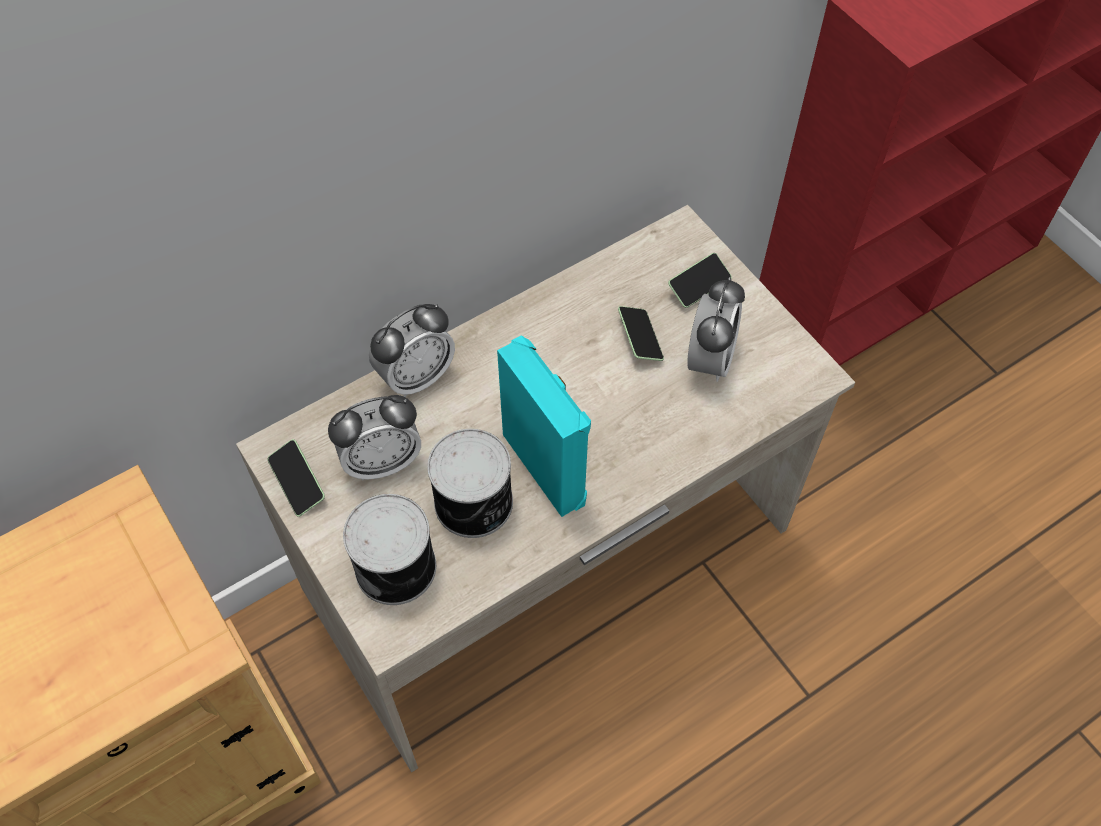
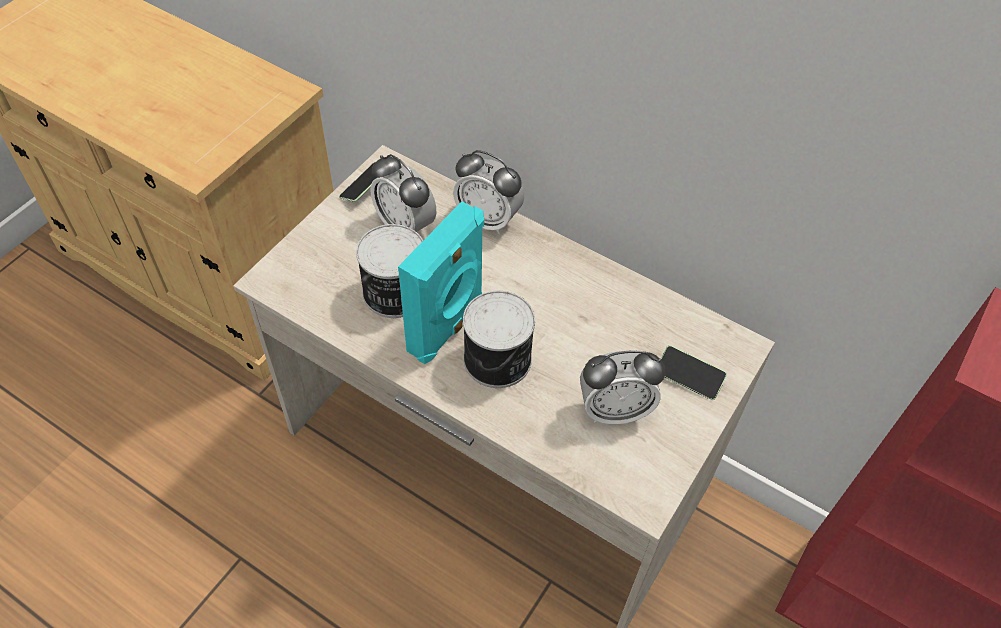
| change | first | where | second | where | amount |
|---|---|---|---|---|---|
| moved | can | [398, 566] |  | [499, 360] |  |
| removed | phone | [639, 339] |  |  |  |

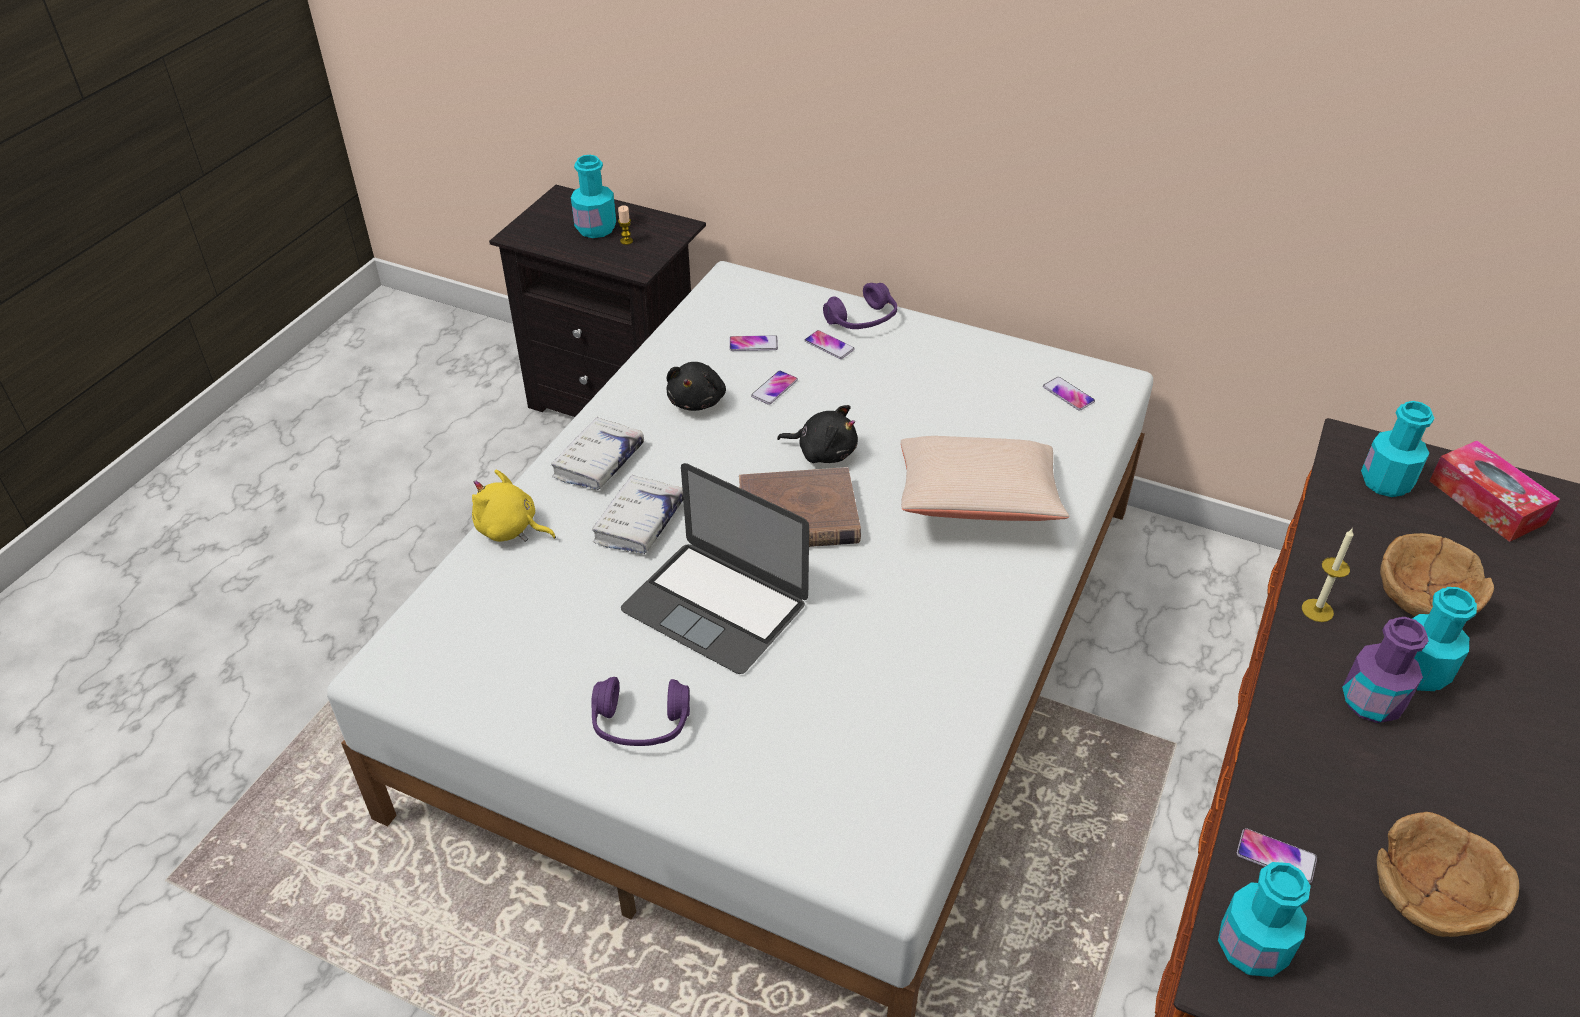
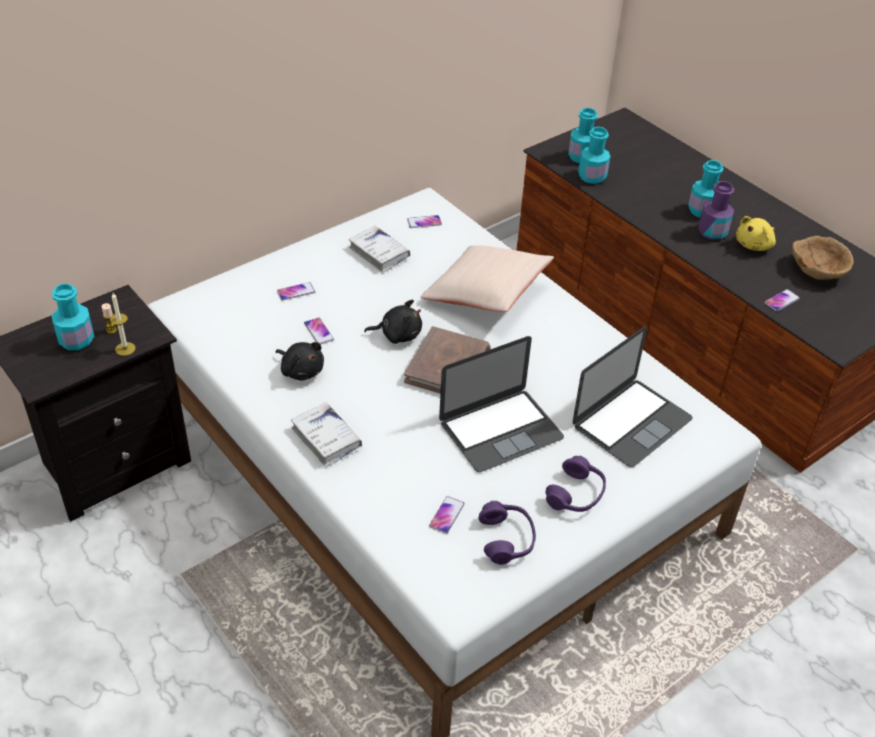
| change | first | where | second | where | amount |
|---|---|---|---|---|---|
| moved | plush toy in yellow | [510, 529] |  | [754, 245] |  |
| moved | book in white | [639, 523] |  | [379, 253] |  |
| moved | phone | [753, 344] |  | [446, 515] |  |
| turned | plush toy in black | [823, 452] |  | [398, 334] | 45 degrees clockwise |
| moved | headphones in purple | [862, 320] |  | [506, 539] |  |
| moved | bottle in turquoise | [1252, 947] |  | [592, 176] |  |
| moved | candle | [1317, 610] |  | [125, 349] |  |
| removed | bowl in brown | [1424, 597] |  |  |  |
| removed | tissue box | [1486, 502] |  |  |  |
| added |  |  | laptop | [631, 422] |  |

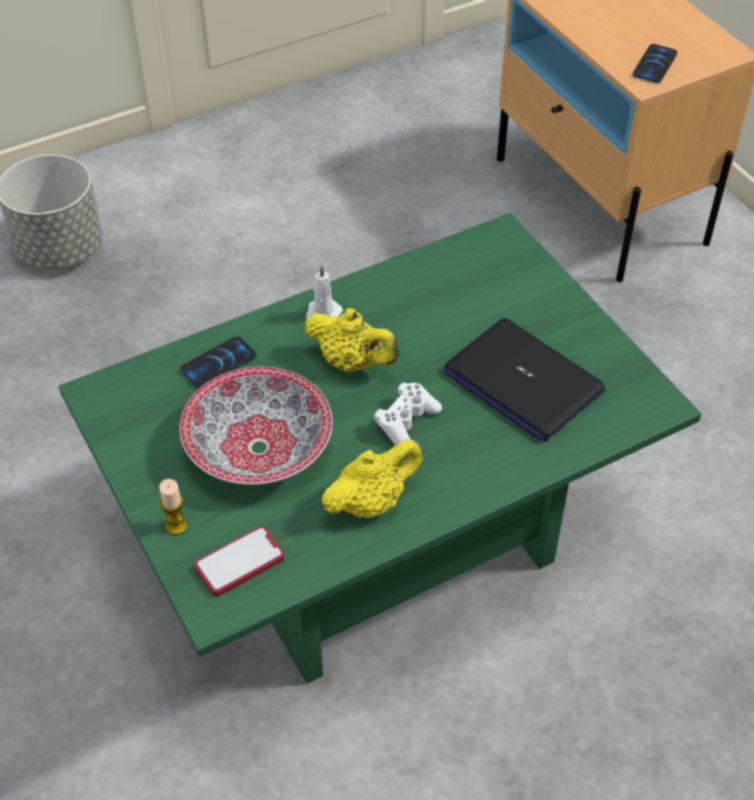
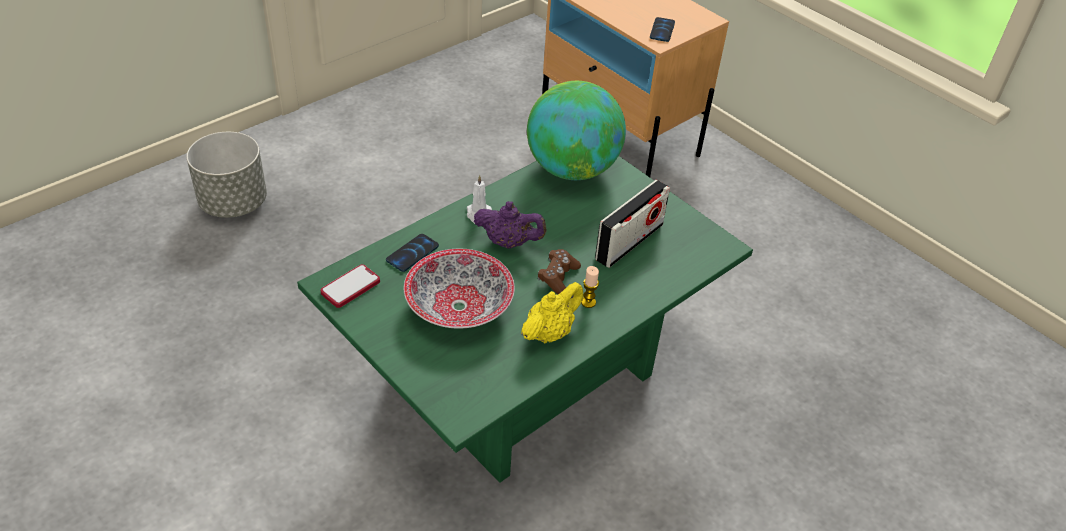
| change | first | where | second | where | amount |
|---|---|---|---|---|---|
| moved | candle | [176, 526] |  | [588, 302] |  |
| moved | phone | [240, 562] |  | [350, 287] |  |
| recoloured | teapot in yellow | [353, 362] | teapot in purple | [509, 242] |  |
| recoloured | game controller in white | [406, 422] | game controller in brown | [558, 277] |  |
| replaced | laptop | [522, 381] | radio | [629, 242] |  |
| added |  |  | globe | [572, 169] |  |

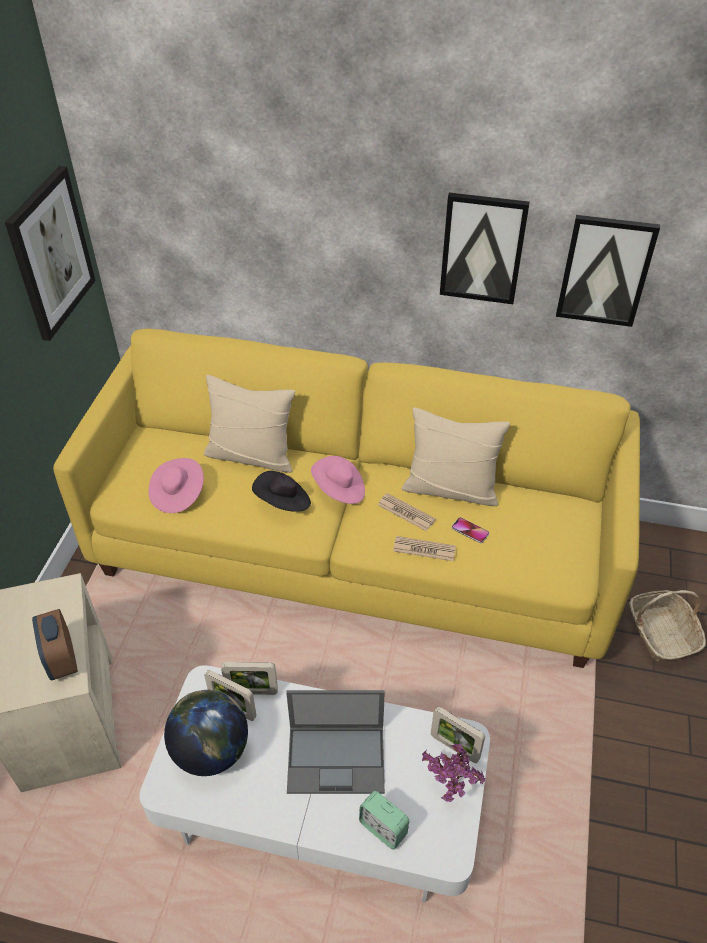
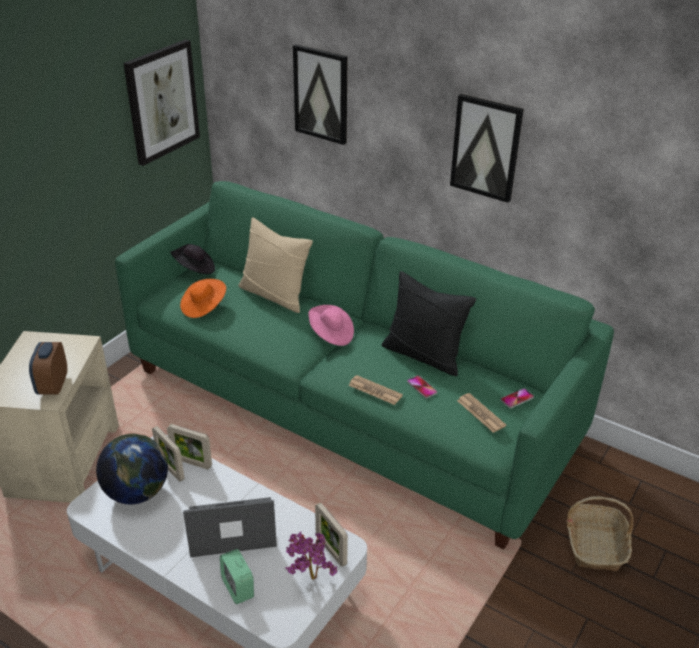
| change | first | where | second | where | amount |
|---|---|---|---|---|---|
| recoloured | sofa in yellow | [354, 548] | sofa in green | [349, 405] |  |
| recoloured | hat in pink | [178, 494] | hat in orange | [203, 307] |  |
| moved | hat in black | [283, 502] |  | [194, 269] |  |
| turned | laptop | [337, 758] |  | [230, 528] | 150 degrees clockwise |
| moved | newspaper | [406, 512] |  | [481, 413] |  |
| recoloured | pillow in beige | [451, 489] | pillow in black | [424, 355] |  |
| moved | picture | [605, 270] |  | [321, 94] |  |
| added |  |  | phone | [517, 399] |  |

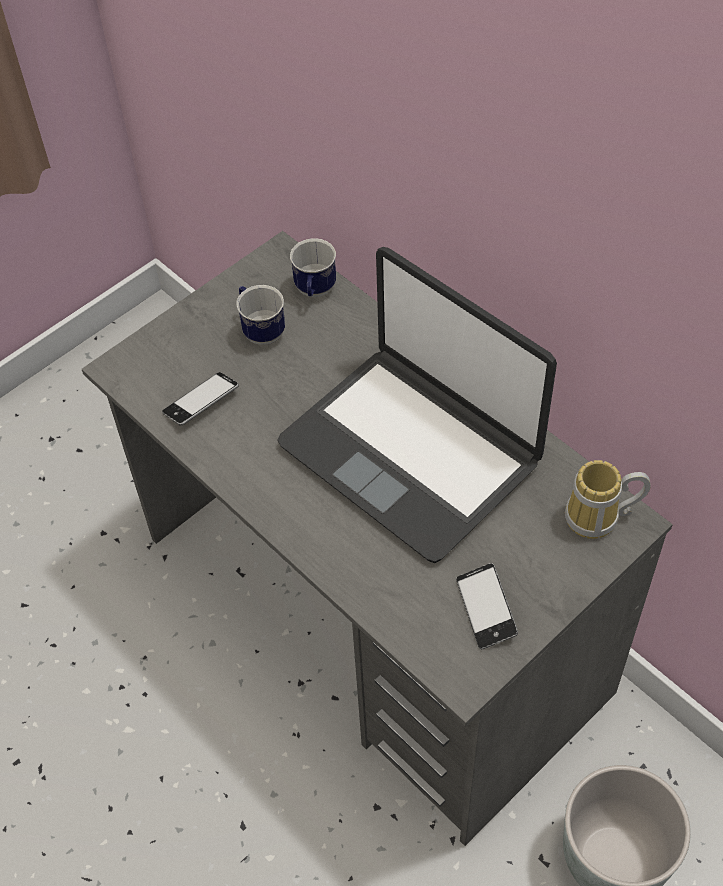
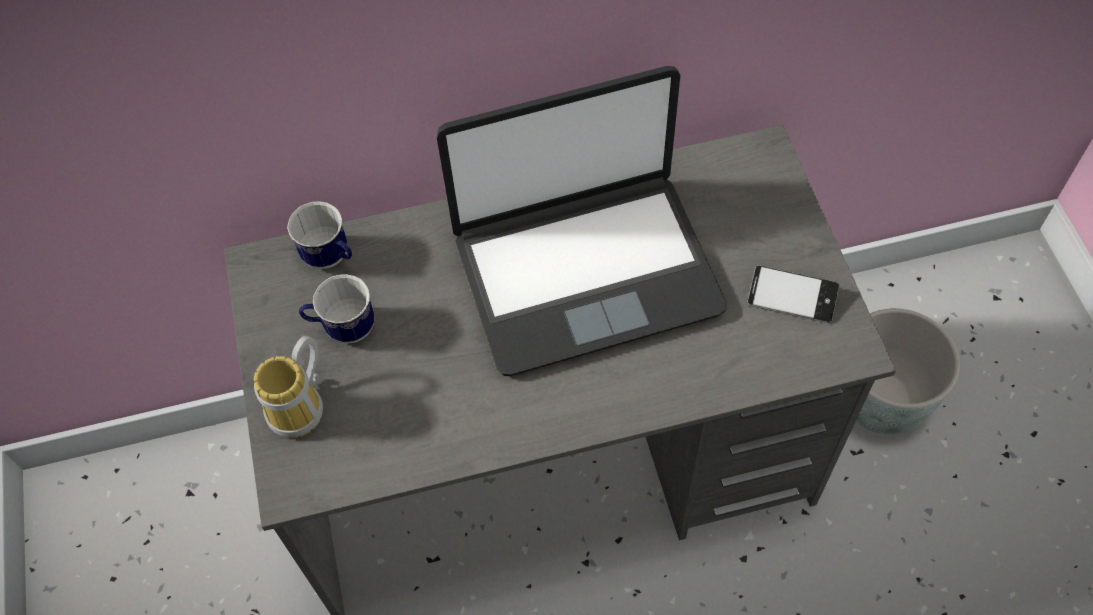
| change | first | where | second | where | amount |
|---|---|---|---|---|---|
| removed | phone | [201, 403] |  |  |  |
| moved | mug | [599, 520] |  | [303, 407] |  |

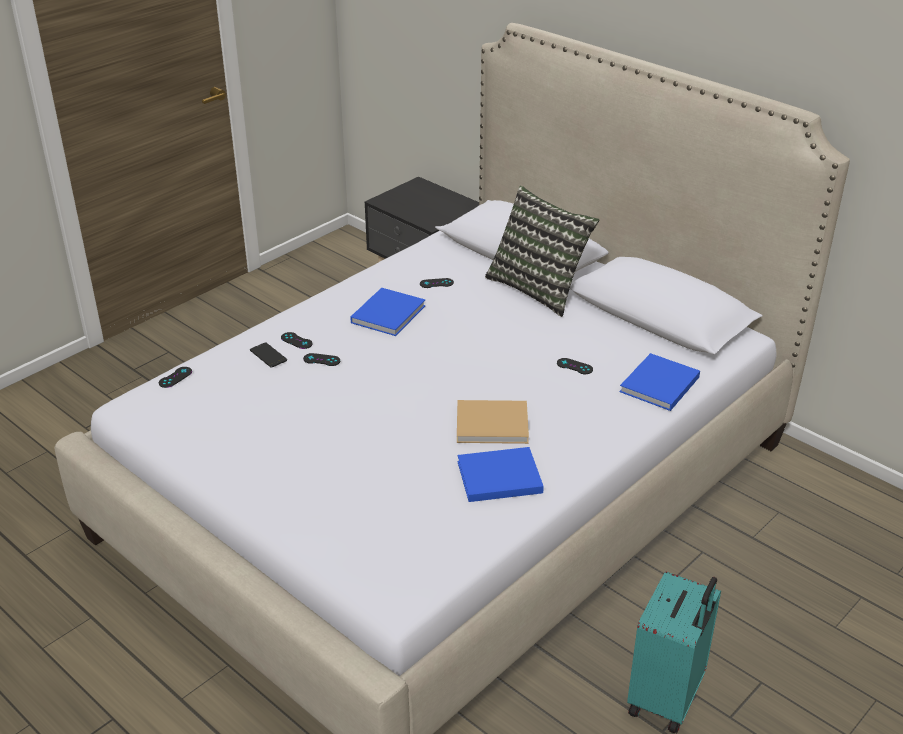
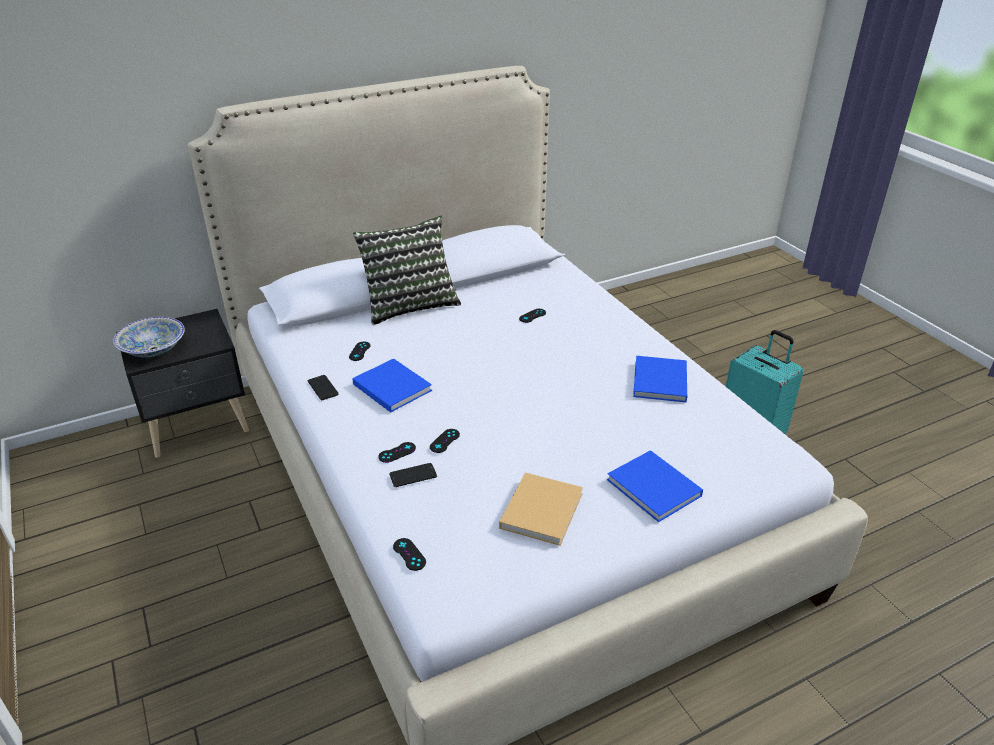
| change | first | where | second | where | amount |
|---|---|---|---|---|---|
| moved | book in beige | [494, 424] |  | [542, 509] |  |
| moved | book in blue | [658, 385] |  | [655, 489] |  |
| added |  |  | bowl | [153, 349] |  |
| added |  |  | phone | [323, 388] |  |

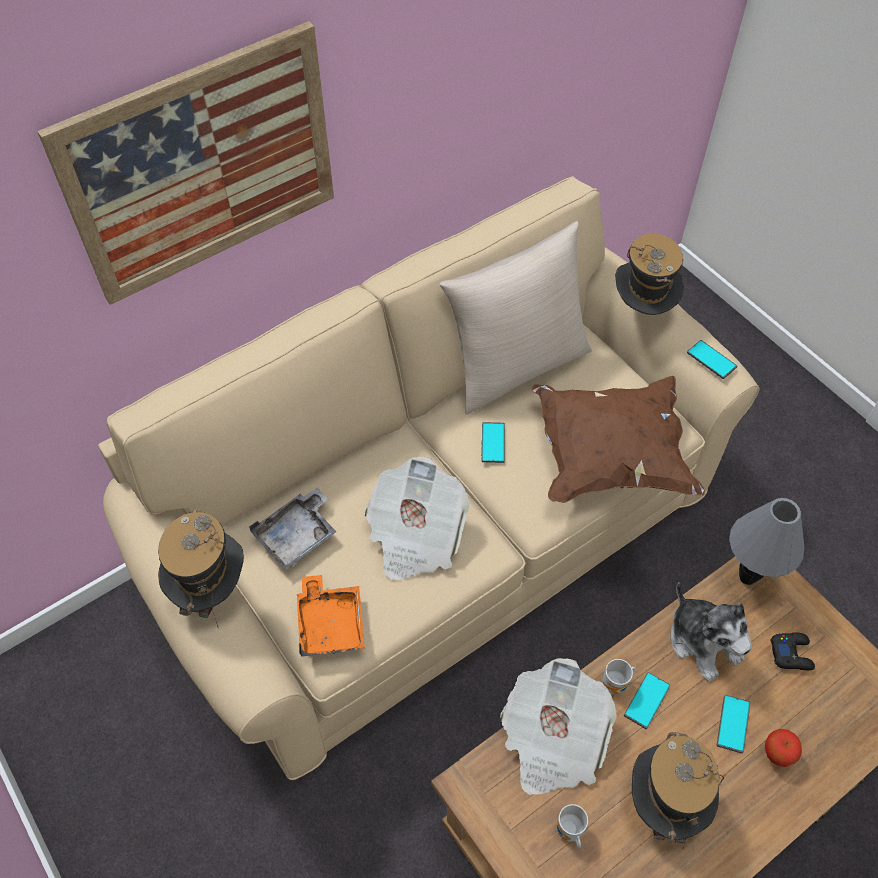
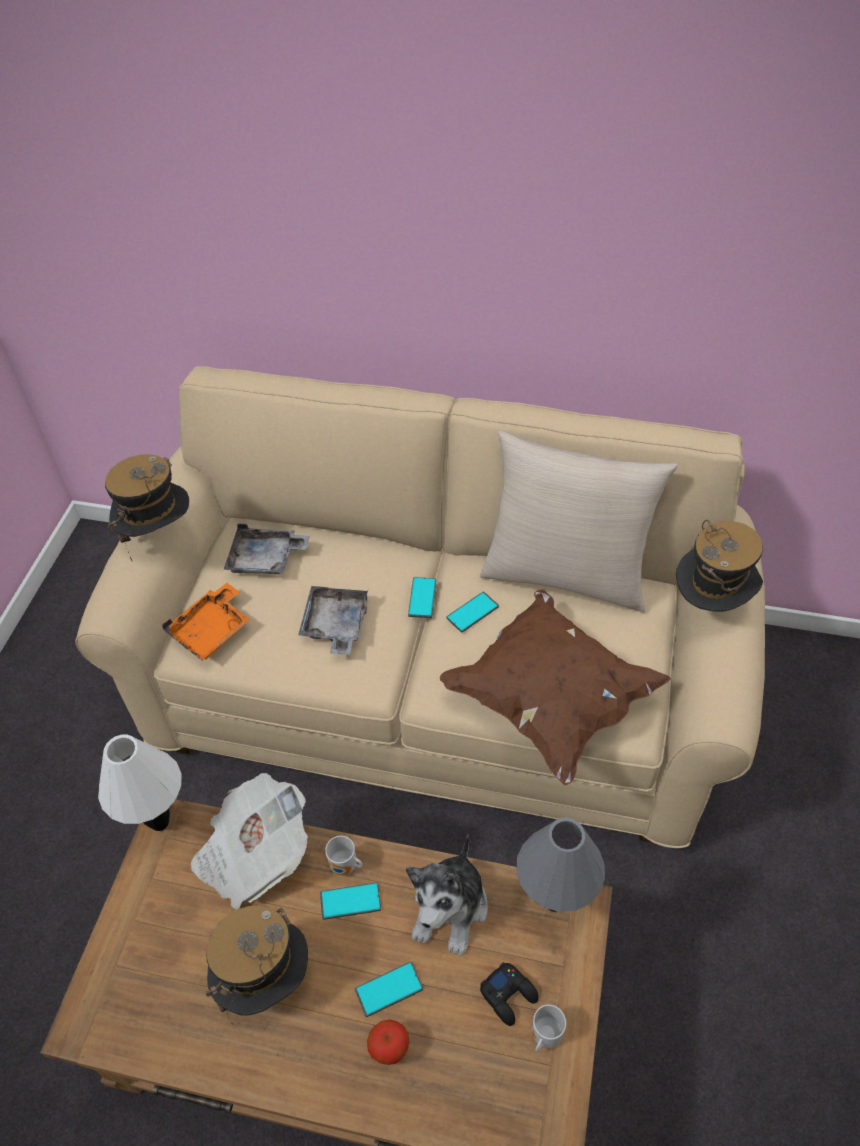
| change | first | where | second | where | amount |
|---|---|---|---|---|---|
| removed | picture | [203, 166] |  |  |  |
| replaced | newspaper | [415, 535] | tray in grey | [335, 625] |  |
| moved | mug | [568, 831] |  | [544, 1035] |  |
| moved | phone | [711, 360] |  | [422, 598] |  |
| added |  |  | table lamp in white | [160, 823] |  |

